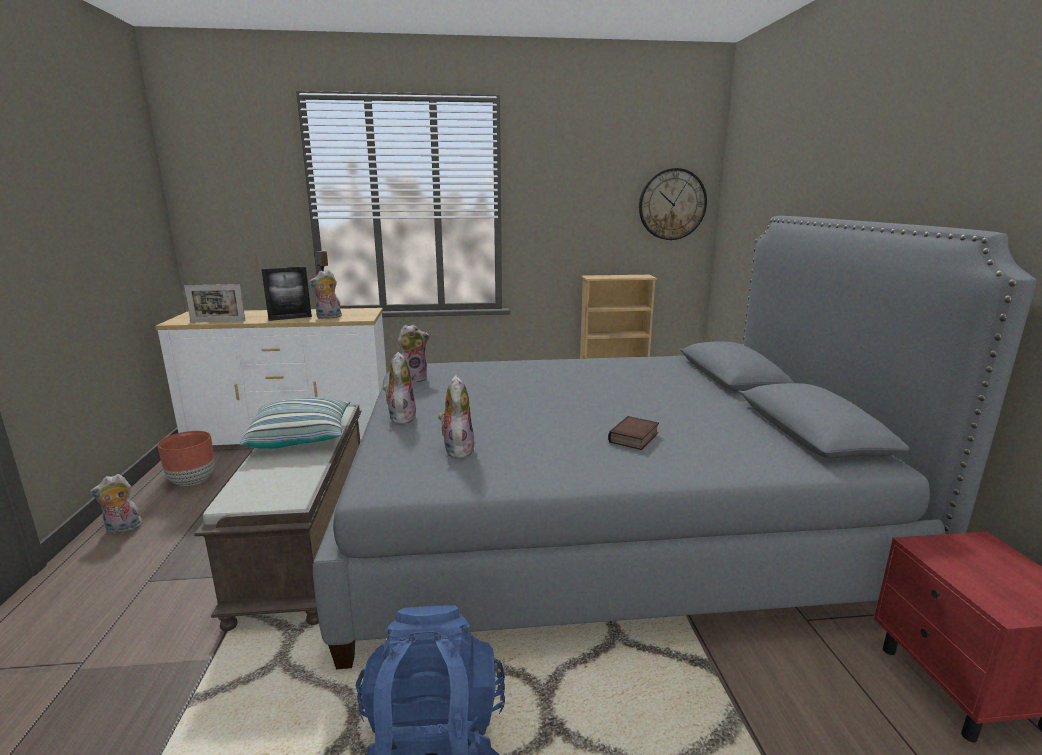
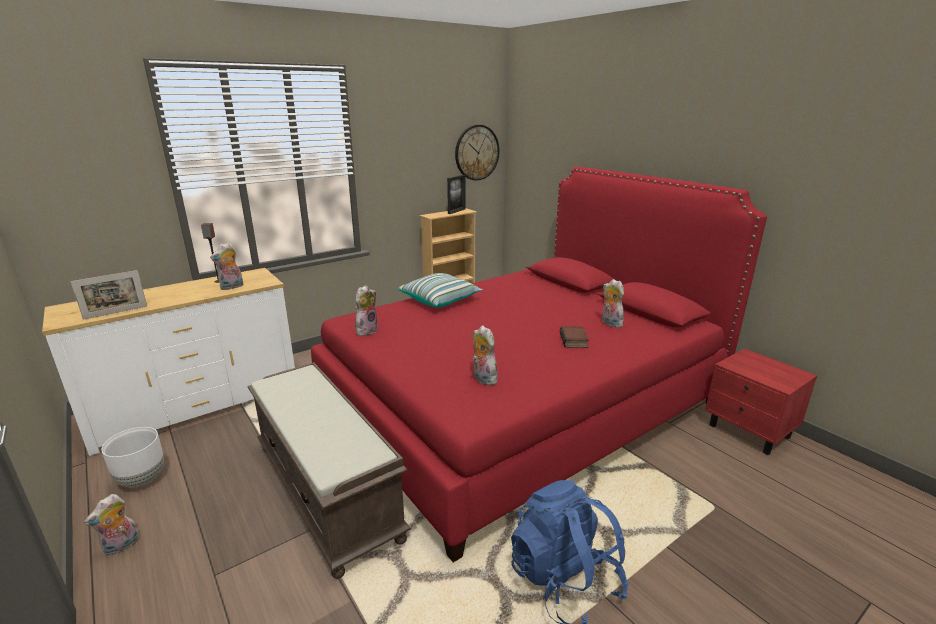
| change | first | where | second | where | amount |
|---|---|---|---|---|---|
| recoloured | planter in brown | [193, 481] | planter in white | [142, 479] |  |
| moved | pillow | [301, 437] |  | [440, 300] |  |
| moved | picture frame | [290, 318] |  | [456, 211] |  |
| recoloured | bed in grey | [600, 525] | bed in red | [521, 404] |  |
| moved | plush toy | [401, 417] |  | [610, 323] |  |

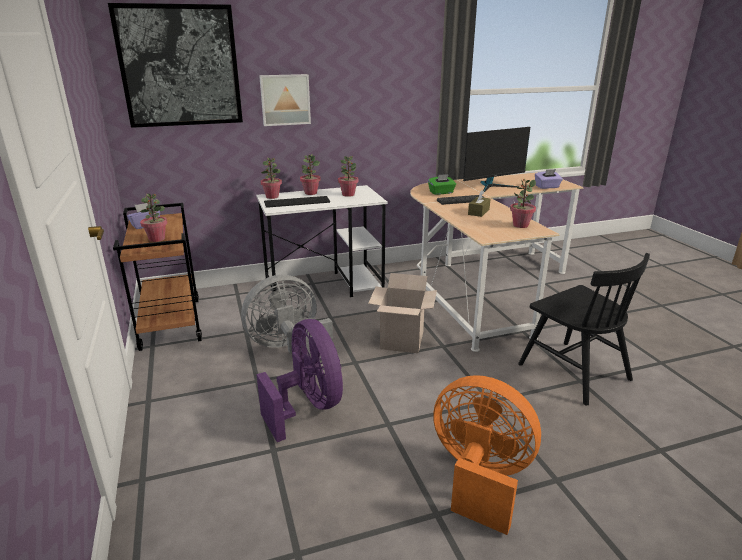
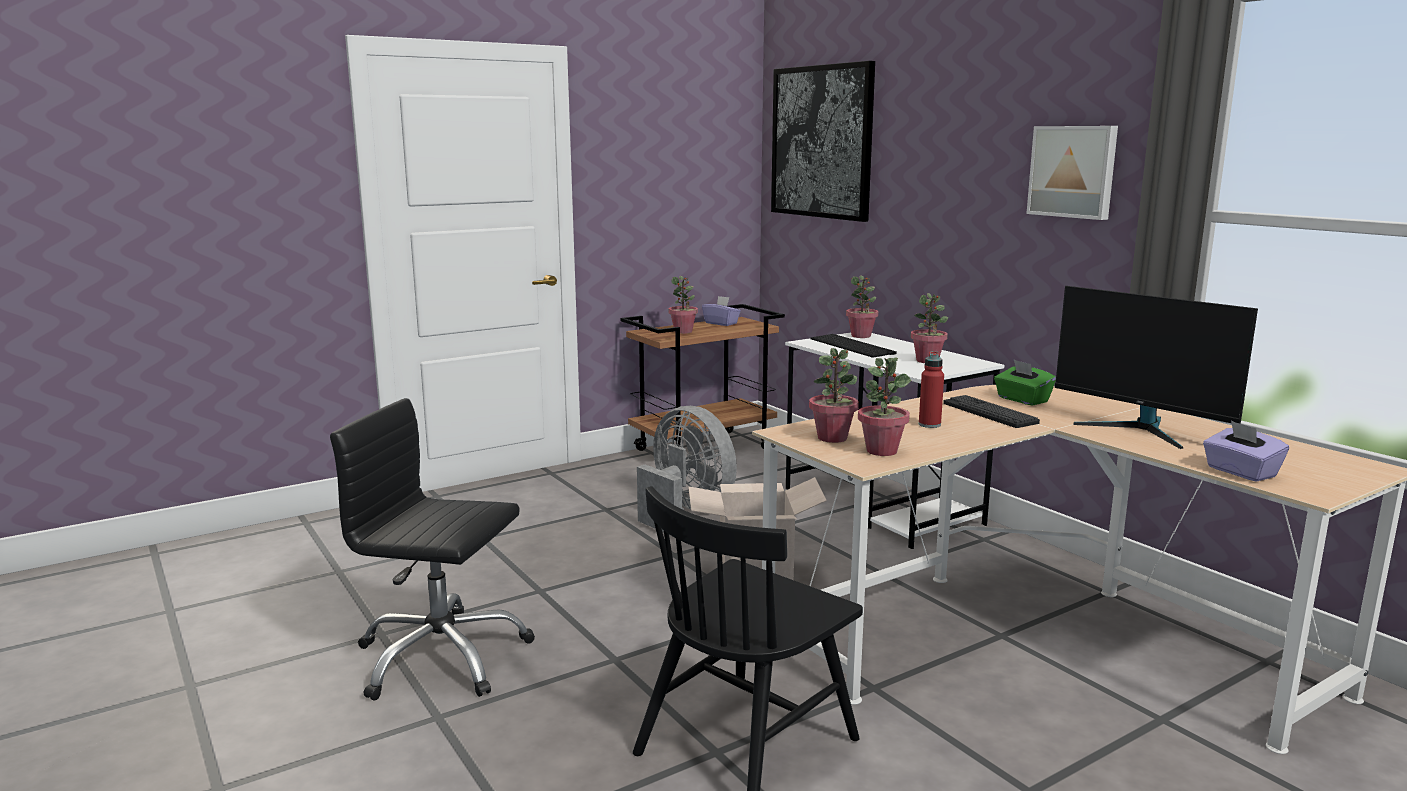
| change | first | where | second | where | amount |
|---|---|---|---|---|---|
| removed | fan in purple | [308, 406] |  |  |  |
| moved | picture | [285, 99] |  | [1073, 171] |  |
| moved | potted plant | [310, 193] |  | [832, 438] |  |
| replaced | fan in orange | [479, 478] | office chair in black | [441, 657] |  |
| replaced | tissue box in brown | [478, 212] | bottle in red | [929, 425] |  |

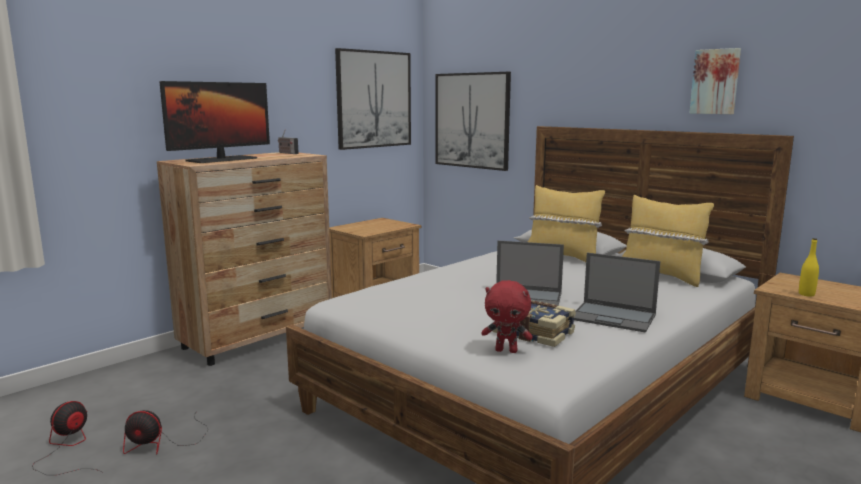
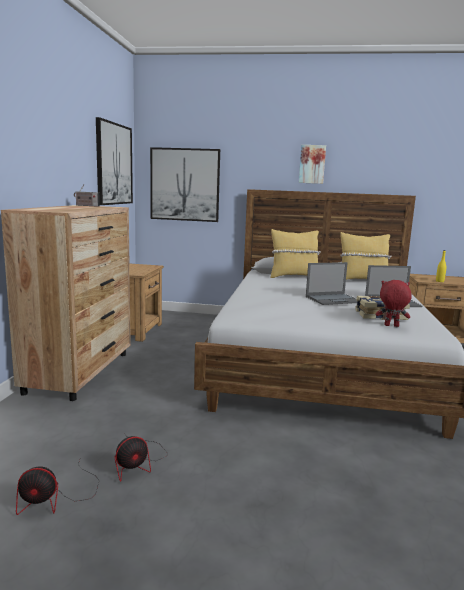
| change | first | where | second | where | amount |
|---|---|---|---|---|---|
| turned | fan | [68, 449] |  | [56, 498] | 90 degrees counterclockwise |
| removed | monitor | [222, 159] |  |  |  |
| turned | plush toy in red | [506, 350] |  | [391, 326] | 150 degrees counterclockwise |
| moved | picture | [715, 81] |  | [312, 164] |  |

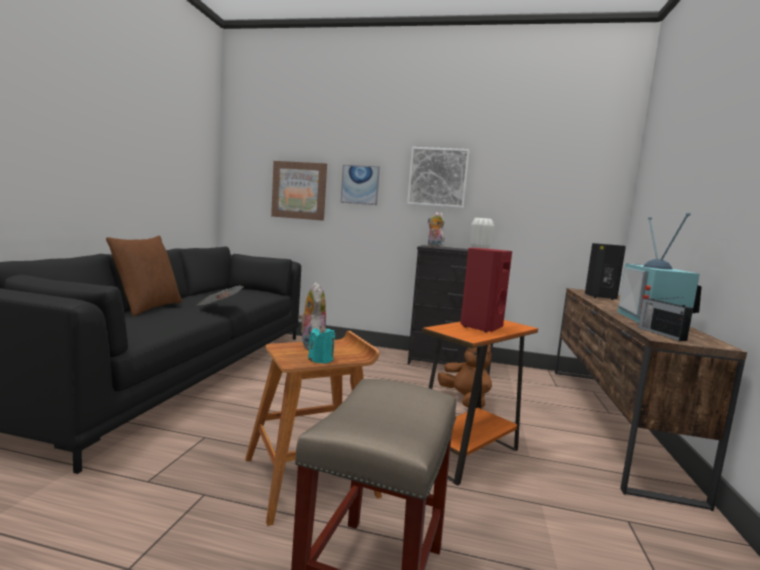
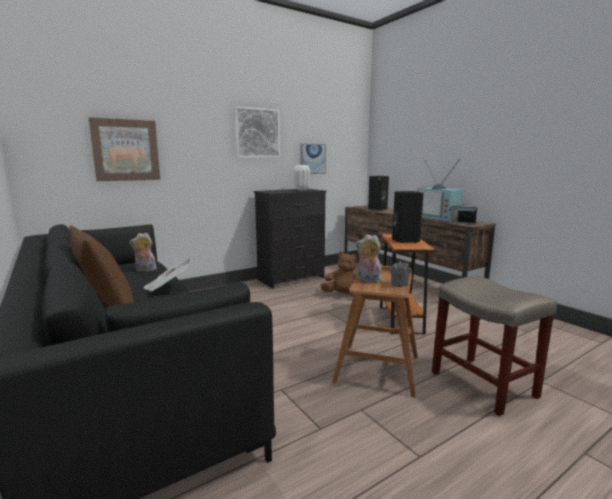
| change | first | where | second | where | amount |
|---|---|---|---|---|---|
| recoloured | candle in turquoise | [321, 360] | candle in grey | [399, 284] |  |
| moved | picture | [360, 185] |  | [312, 159] |  |
| moved | plush toy | [434, 246] |  | [145, 270] |  |
| recoloured | speaker in red | [480, 327] | speaker in black | [404, 241] |  |

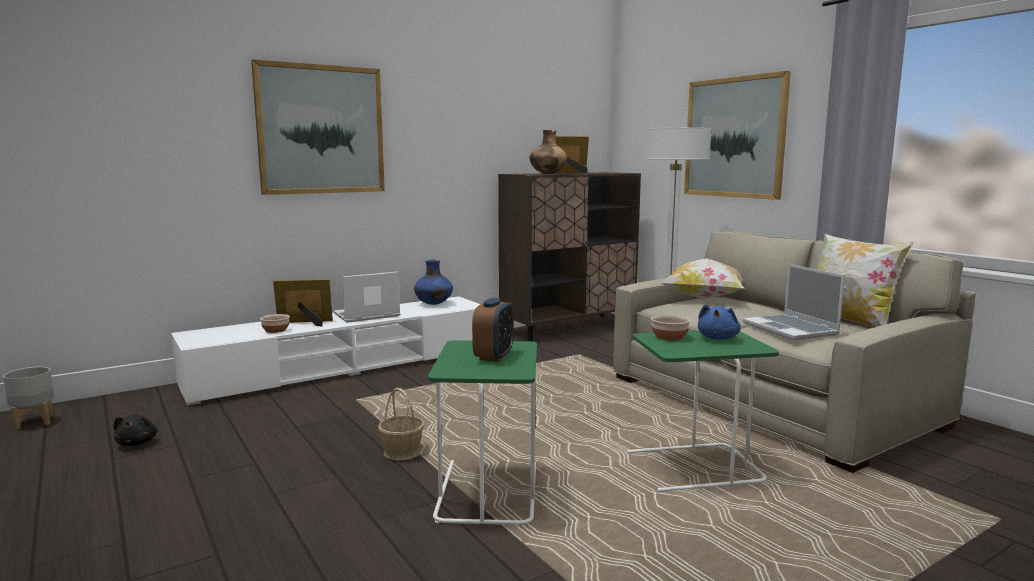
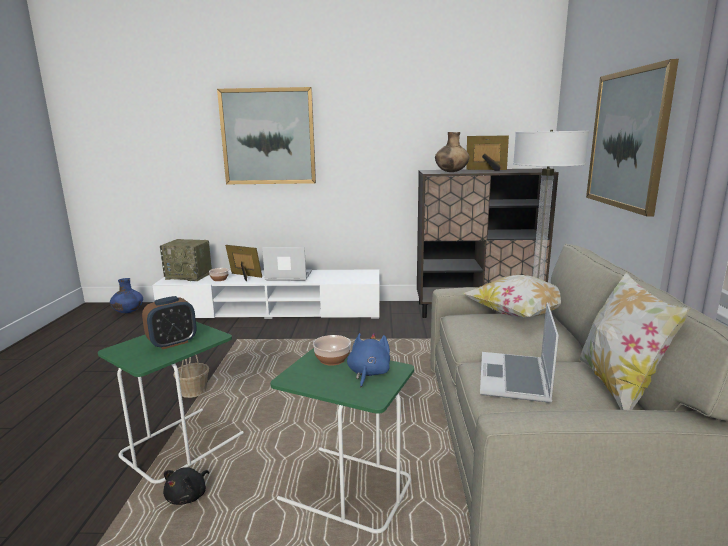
| change | first | where | second | where | amount |
|---|---|---|---|---|---|
| removed | planter in grey | [34, 422] |  |  |  |
| moved | plush toy in black | [137, 443] |  | [188, 496] |  |
| moved | vase in blue | [434, 304] |  | [128, 312] |  |
| turned | plush toy in blue | [718, 338] |  | [368, 373] | 135 degrees clockwise |
| added |  |  | radio | [189, 276] |  |

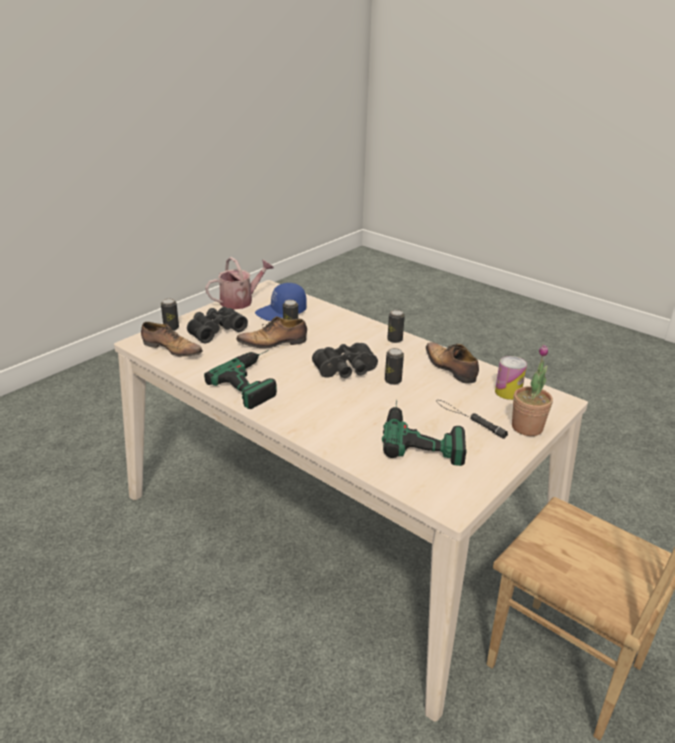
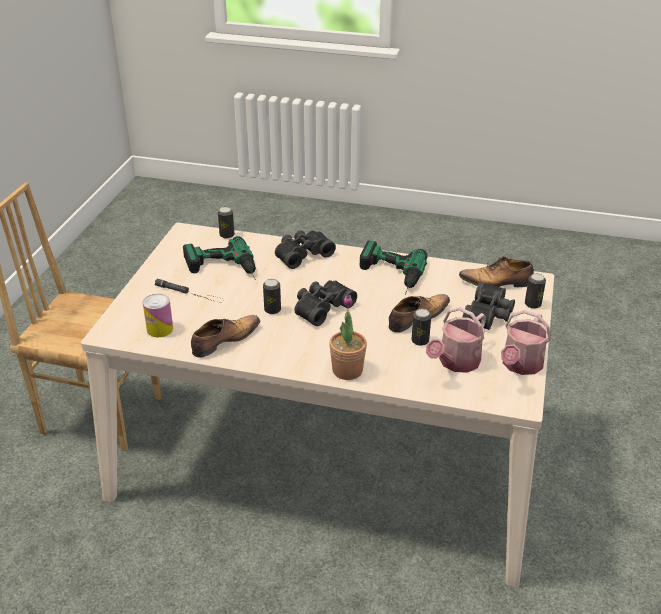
| change | first | where | second | where | amount |
|---|---|---|---|---|---|
| replaced | cap in blue | [281, 312] | watering can | [456, 363] |  |
| moved | can | [394, 339] |  | [227, 235] |  |
| turned | shoe | [450, 368] |  | [224, 341] | 75 degrees counterclockwise |
| moved | potted plant | [527, 427] |  | [347, 370] |  |
| added |  |  | binoculars in black | [302, 254] |  |

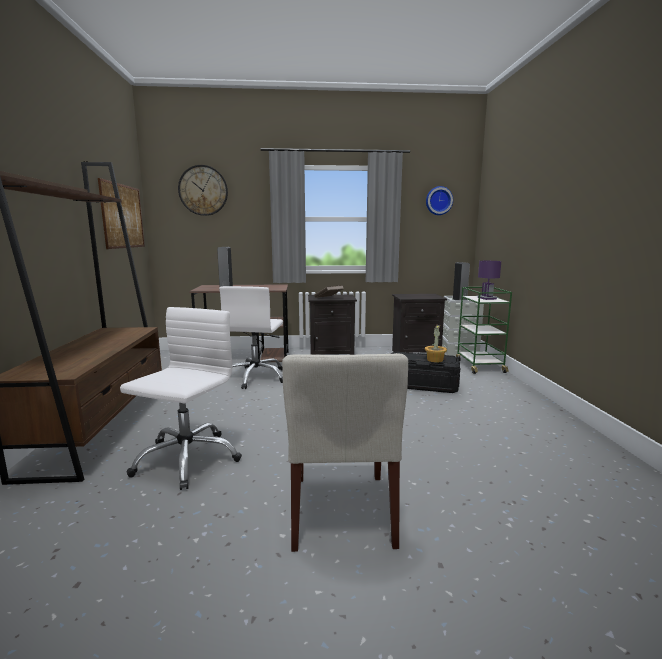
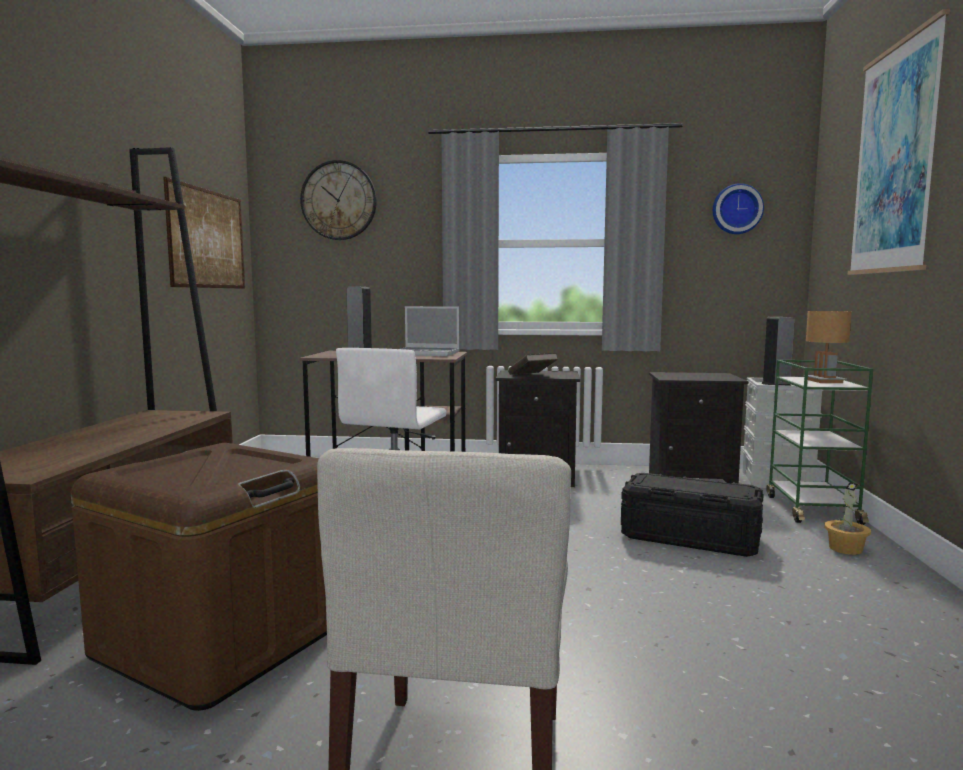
| change | first | where | second | where | amount |
|---|---|---|---|---|---|
| replaced | office chair in white | [187, 459] | storage box in brown | [220, 640] |  |
| moved | potted plant | [435, 360] |  | [846, 548] |  |
| recoloured | table lamp in purple | [486, 298] | table lamp in brown | [823, 381] |  |
| added |  |  | laptop | [427, 353] |  |
| added |  |  | picture | [895, 159] |  |

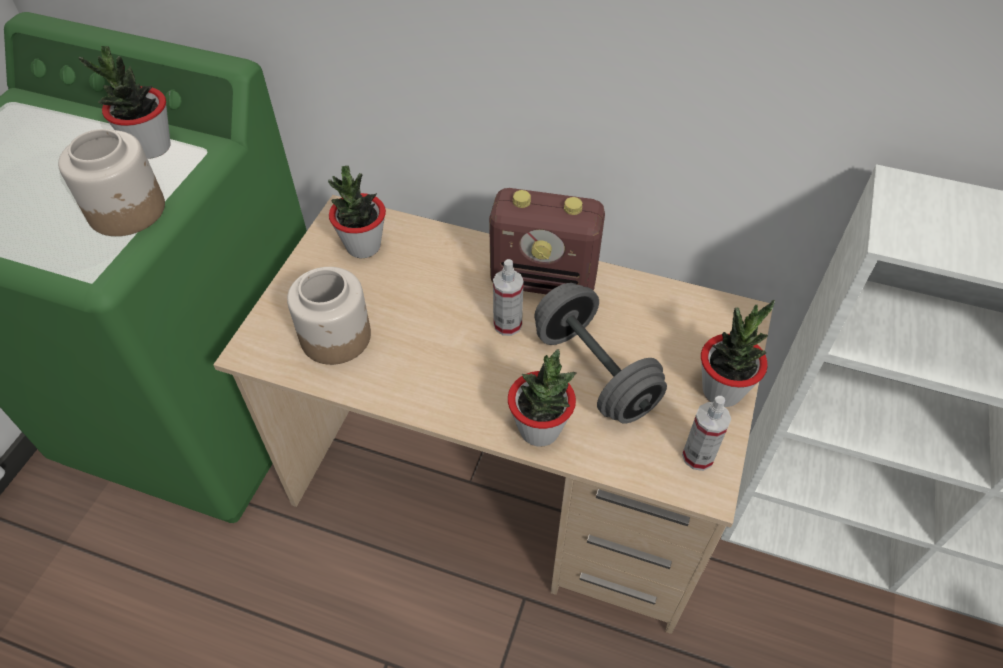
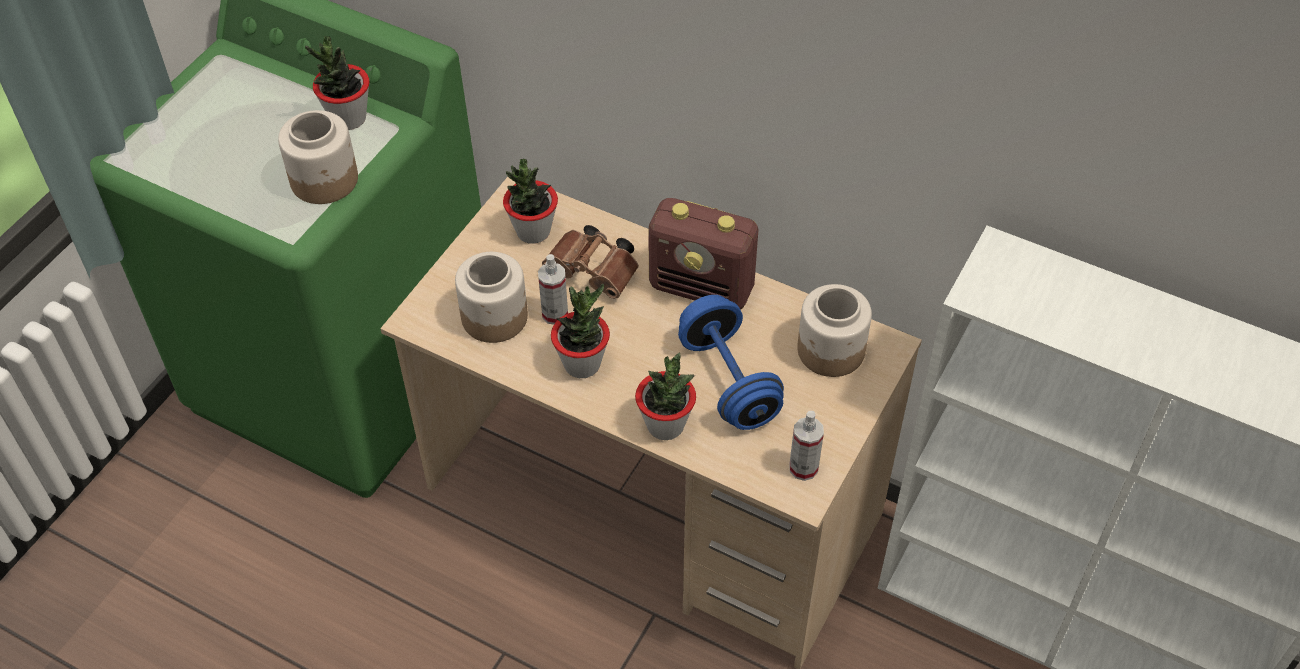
| change | first | where | second | where | amount |
|---|---|---|---|---|---|
| moved | spray bottle | [507, 324] |  | [555, 314] |  |
| recoloured | dumbbell in grey | [594, 372] | dumbbell in blue | [729, 381] |  |
| moved | potted plant | [722, 390] |  | [582, 364] |  |
| added |  |  | binoculars in brown | [595, 273] |  |
| added |  |  | jar | [831, 351] |  |

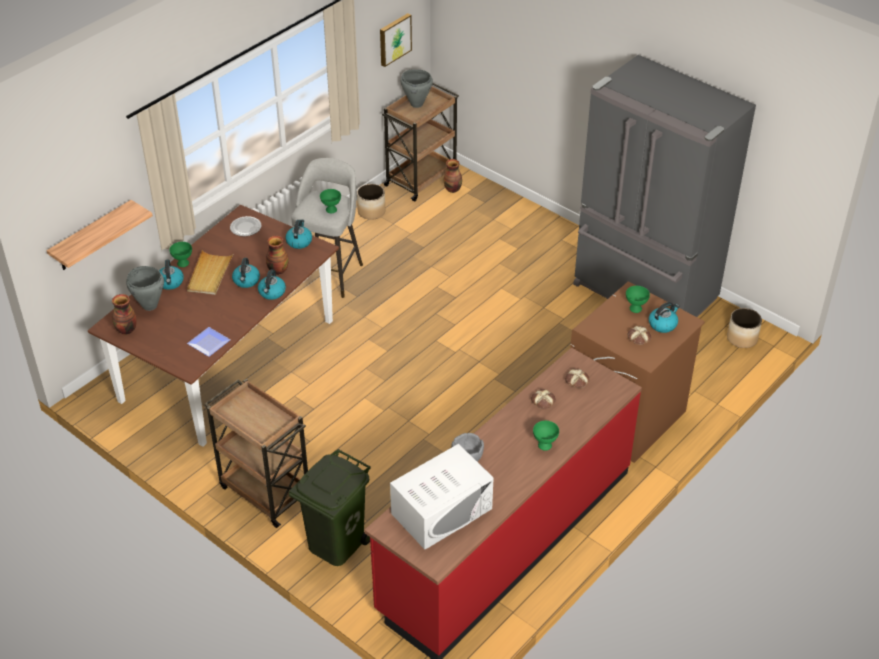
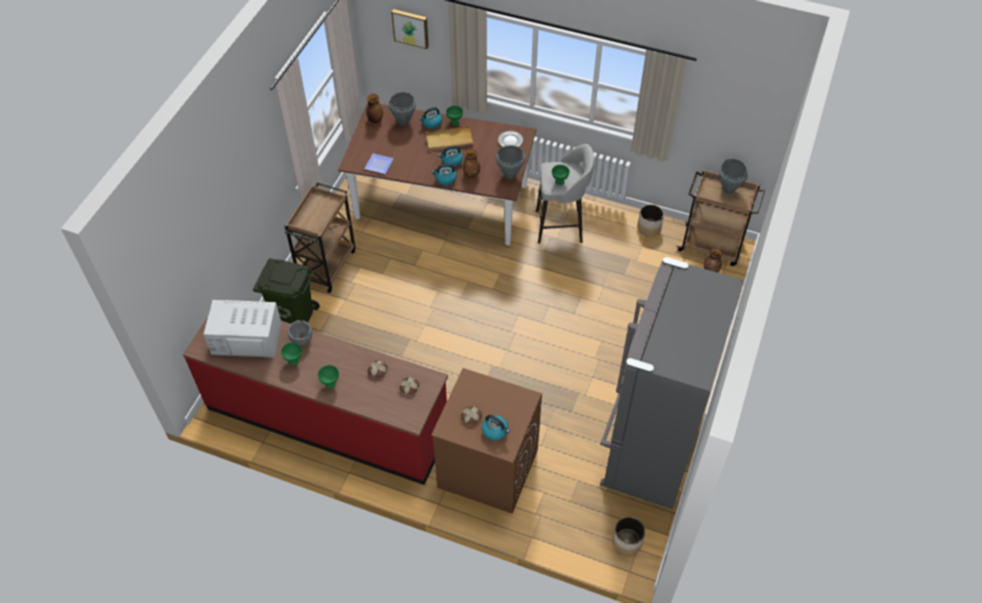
| change | first | where | second | where | amount |
|---|---|---|---|---|---|
| removed | shelf | [92, 237] |  |  |  |
| replaced | kettle | [299, 241] | cooking pot in grey | [509, 175] |  |
| moved | picture | [394, 39] |  | [411, 28] |  |
| turned | microwave in white | [442, 511] |  | [246, 338] | 150 degrees clockwise |
| moved | bowl in green | [636, 309] |  | [293, 361] |  |

